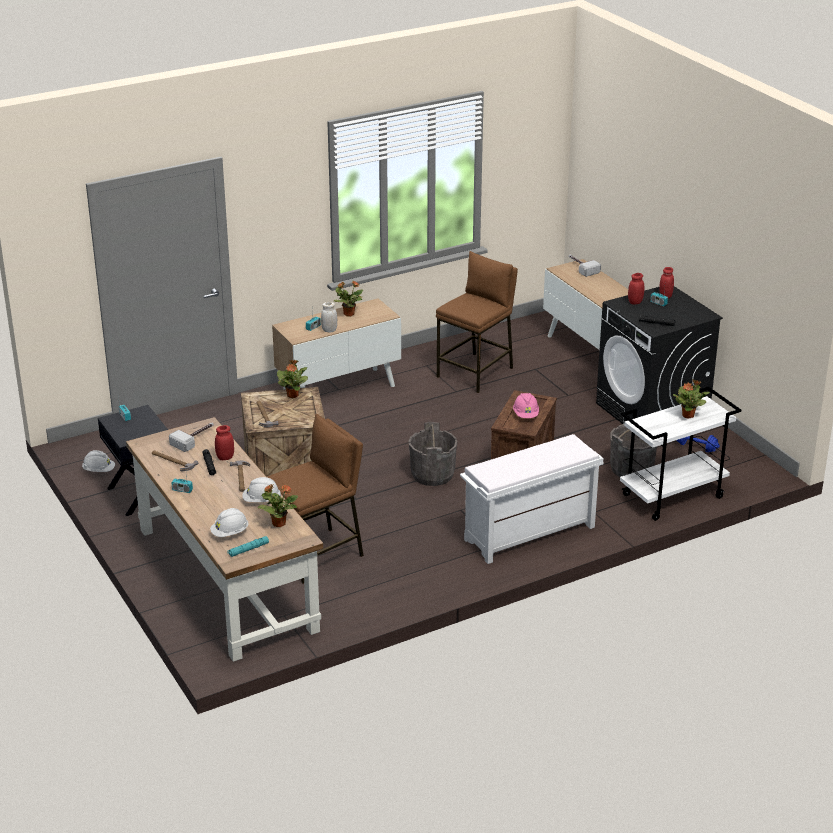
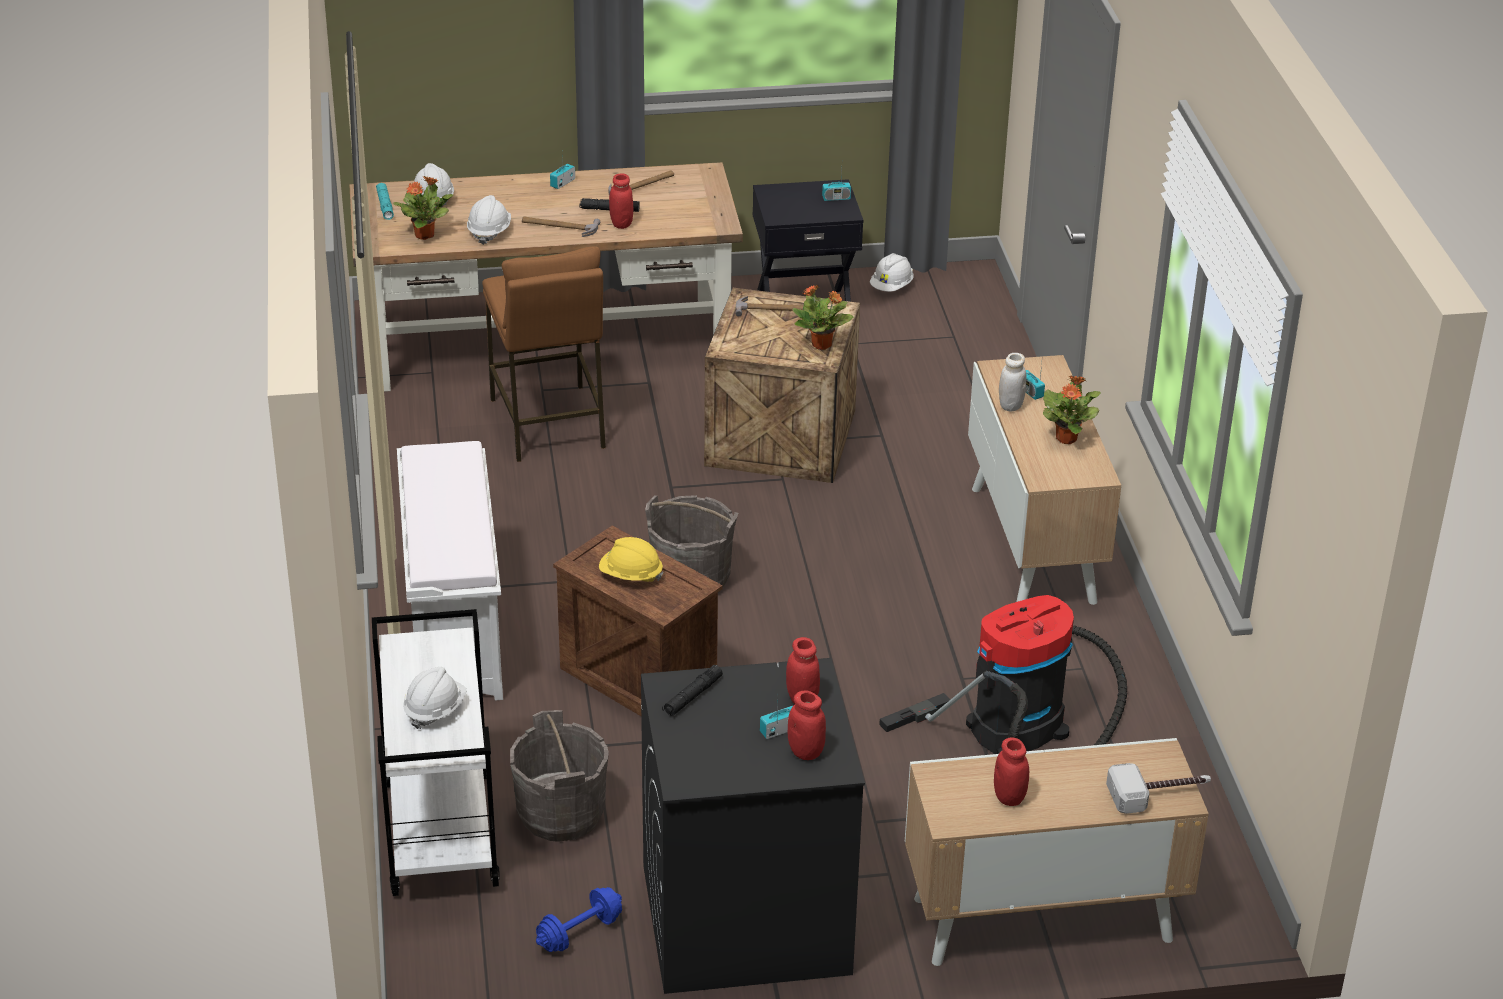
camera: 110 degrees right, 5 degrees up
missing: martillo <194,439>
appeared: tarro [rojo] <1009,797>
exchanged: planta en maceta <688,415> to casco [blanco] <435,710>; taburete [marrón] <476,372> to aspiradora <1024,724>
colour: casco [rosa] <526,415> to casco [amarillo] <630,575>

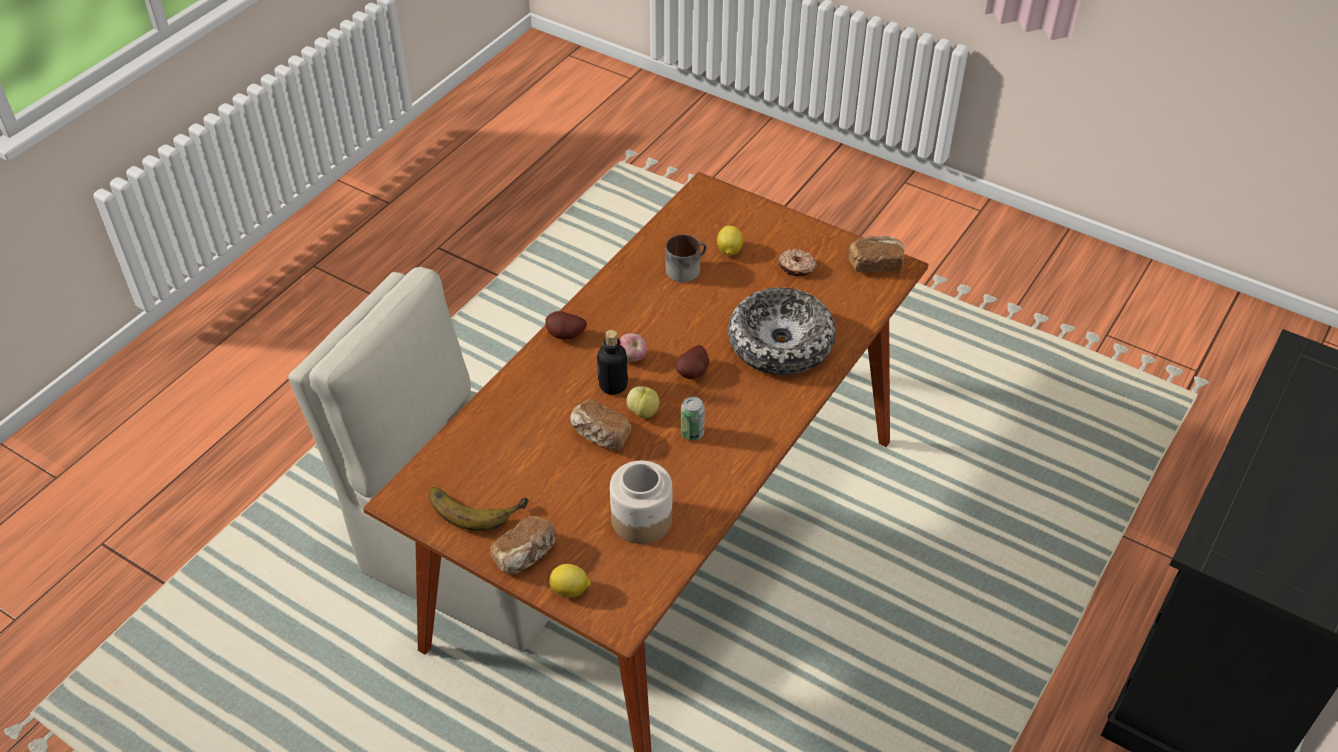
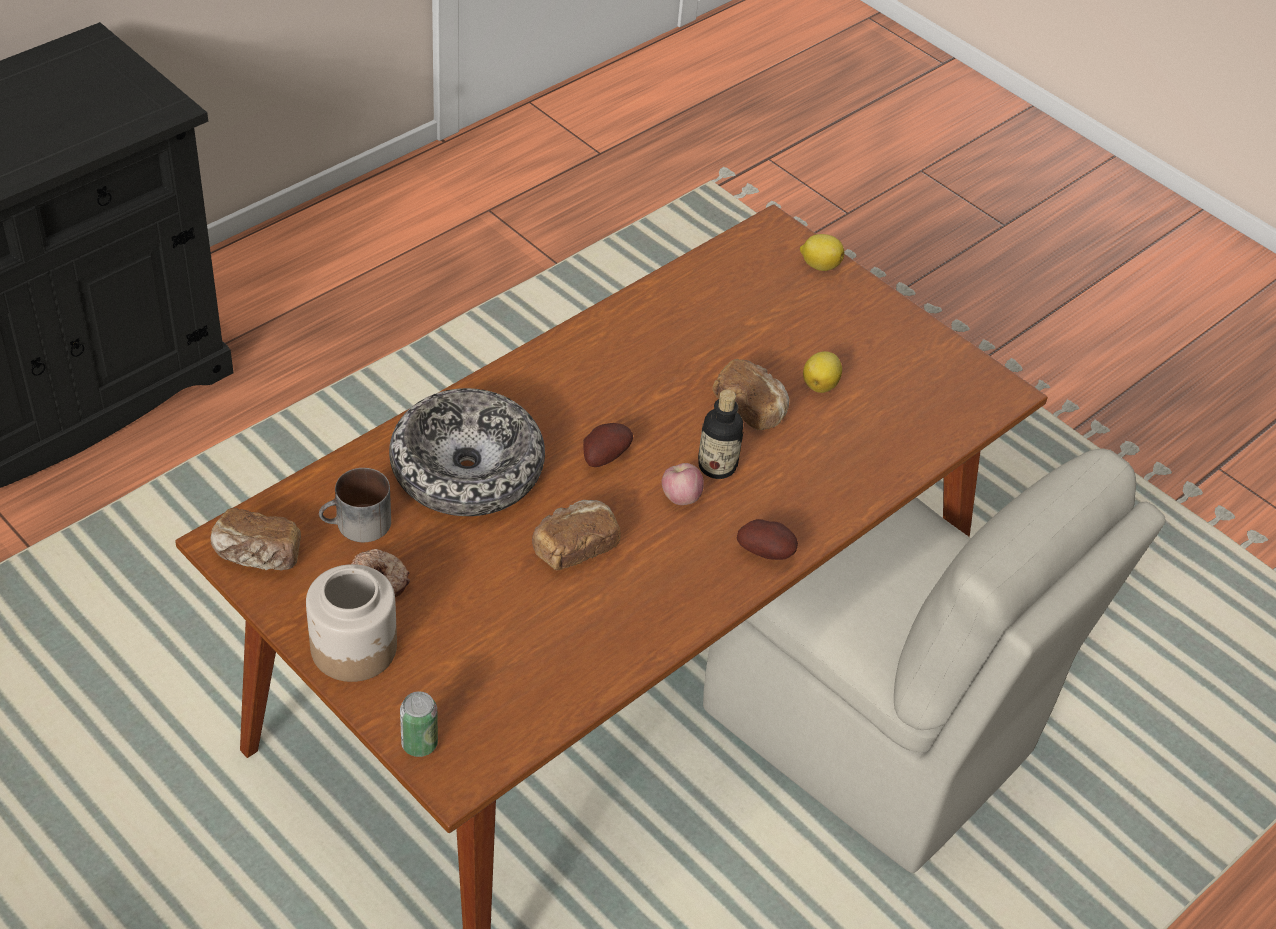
camera: 170 degrees left, 0 degrees up
missing: plátano <476,504>; manzana <643,411>
relocated: tarro <640,520> to <355,648>; taza grande <686,268> to <357,526>; lata <692,433> to <419,744>; pan <526,556> to <574,547>; limón <729,251> to <820,384>

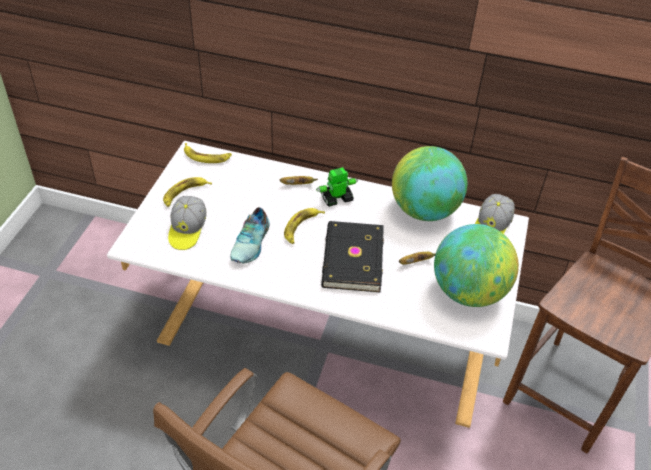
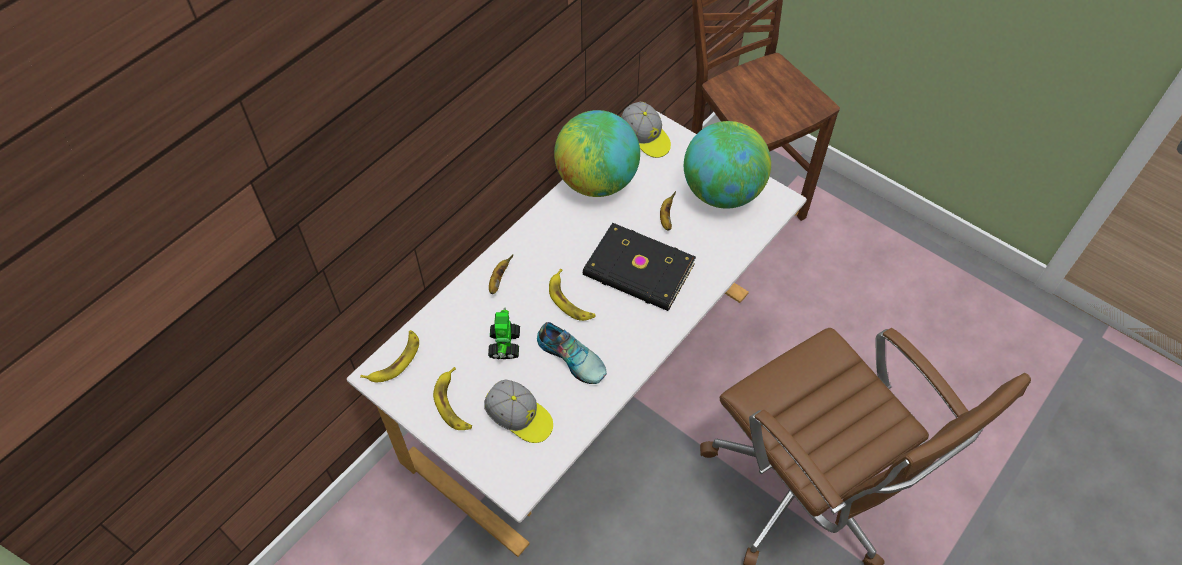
camera: 65 degrees left, 10 degrees up
relocated: robot de juguete <336,198> to <504,345>

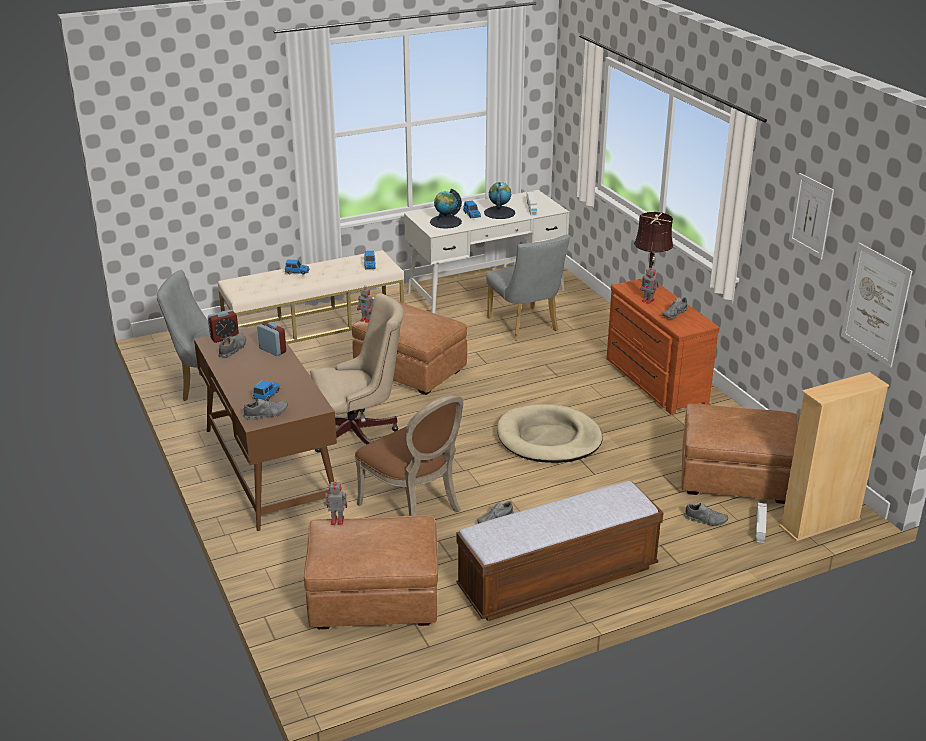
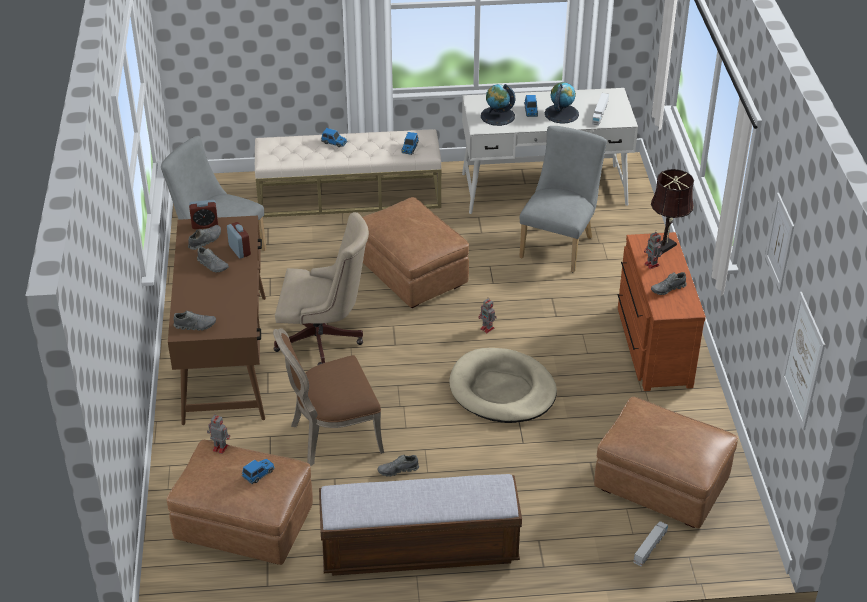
camera: 20 degrees right, 10 degrees up
missing: estantería [beis] <819,523>
relocated: zapato [gris] <705,520> to <213,265>; coche de juguete <267,395> to <259,474>; robot de juguete <367,319> to <487,329>
spun: silla [marrón] <414,508> = <331,436> 90 degrees clockwise; silla [gris] <526,326> = <559,244> 150 degrees counterclockwise

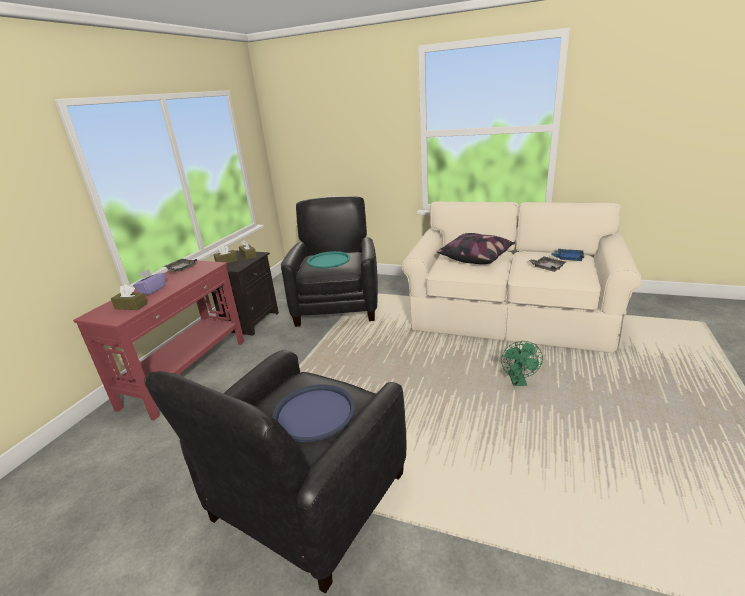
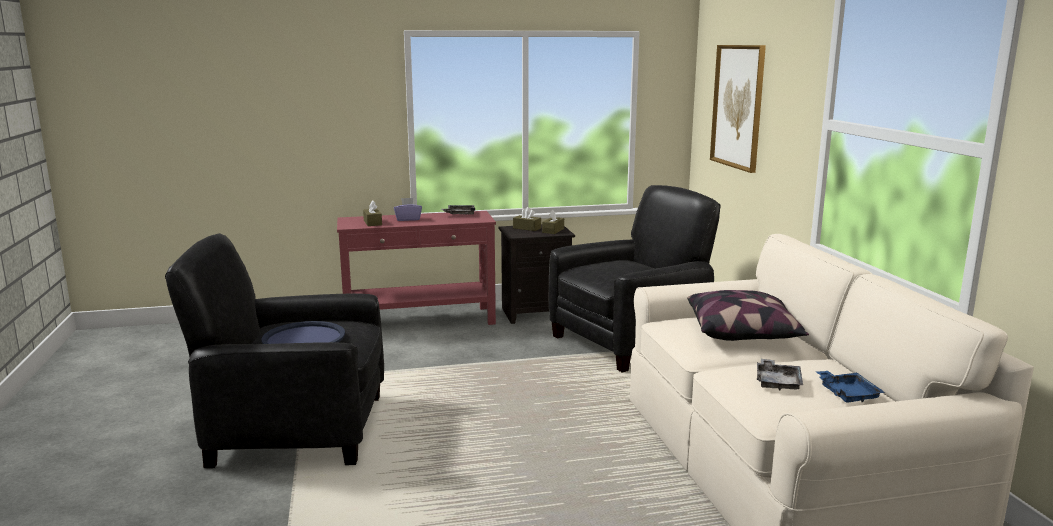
camera: 55 degrees right, 10 degrees down
missing: bandeja [turquesa] <328,260>; ventilador [verde] <518,382>
appeared: cuadro <738,106>

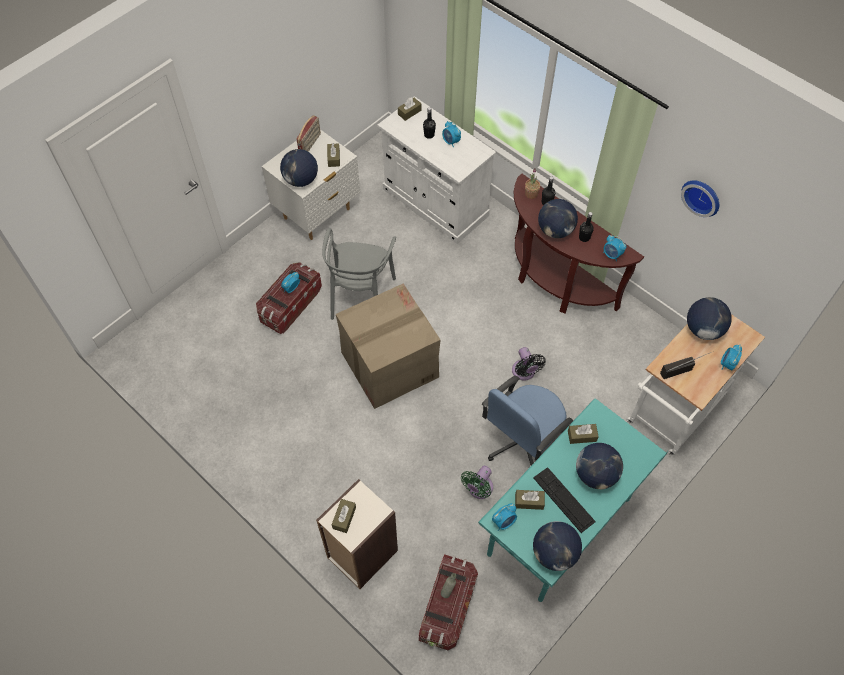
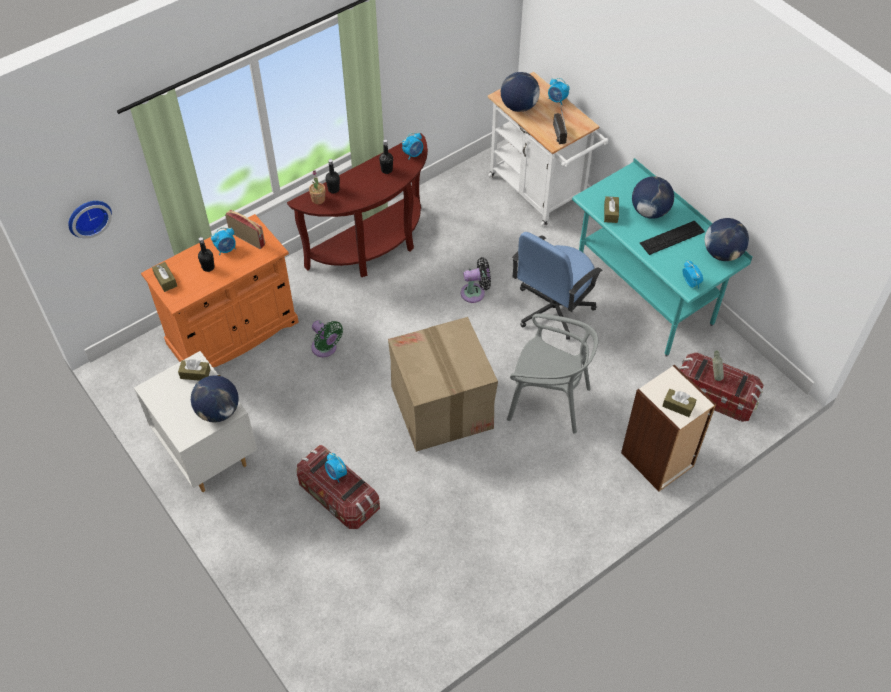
camera: 80 degrees left, 5 degrees down
missing: caja de pañuelos [marrón] <529,502>; globo terráqueo <555,230>
relocated: reloj de pared <702,196> to <88,216>; radio <310,144> to <247,238>; ventilador [verde] <478,489> to <325,349>; silla [gris] <360,296> to <548,401>
colour: armario [blanco] <435,202> to armario [naranja] <233,333>
spun: silla de oficina [azul] <522,442> = <552,309> 75 degrees clockwise

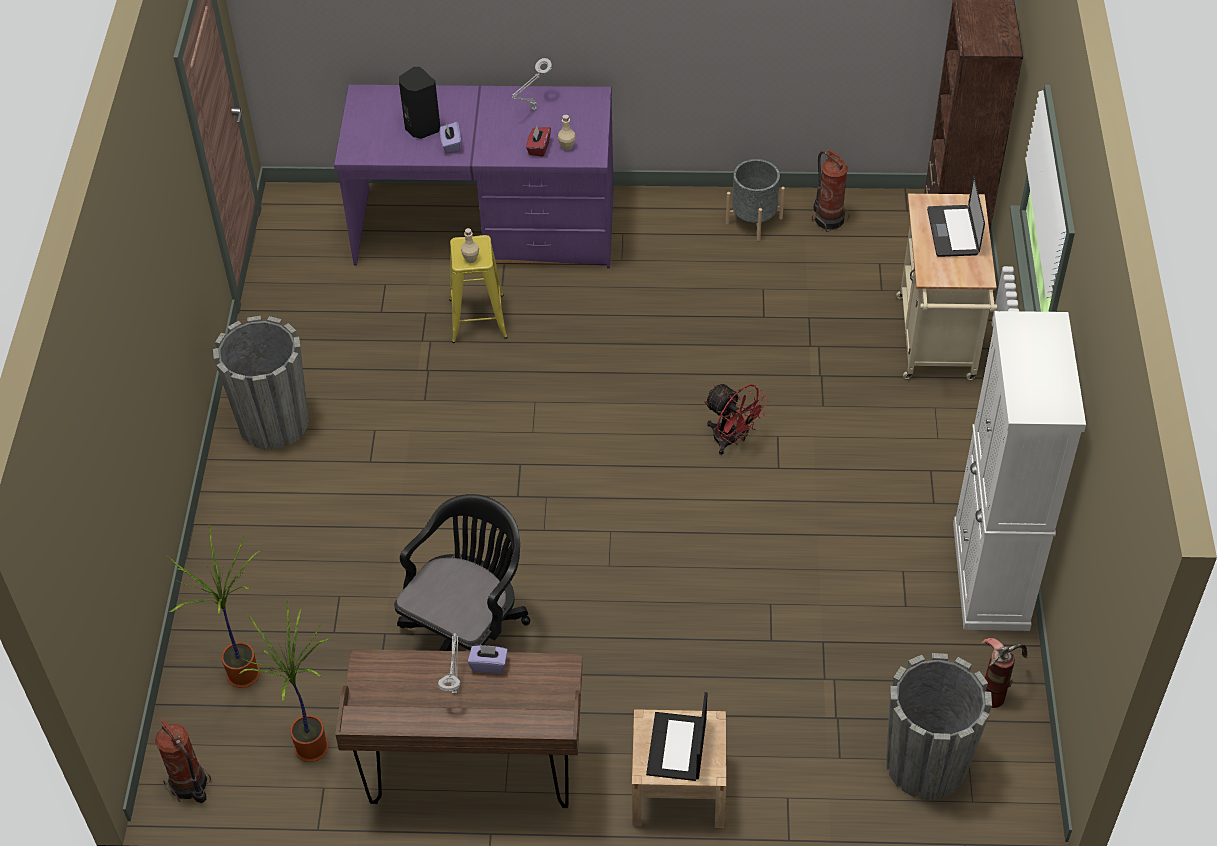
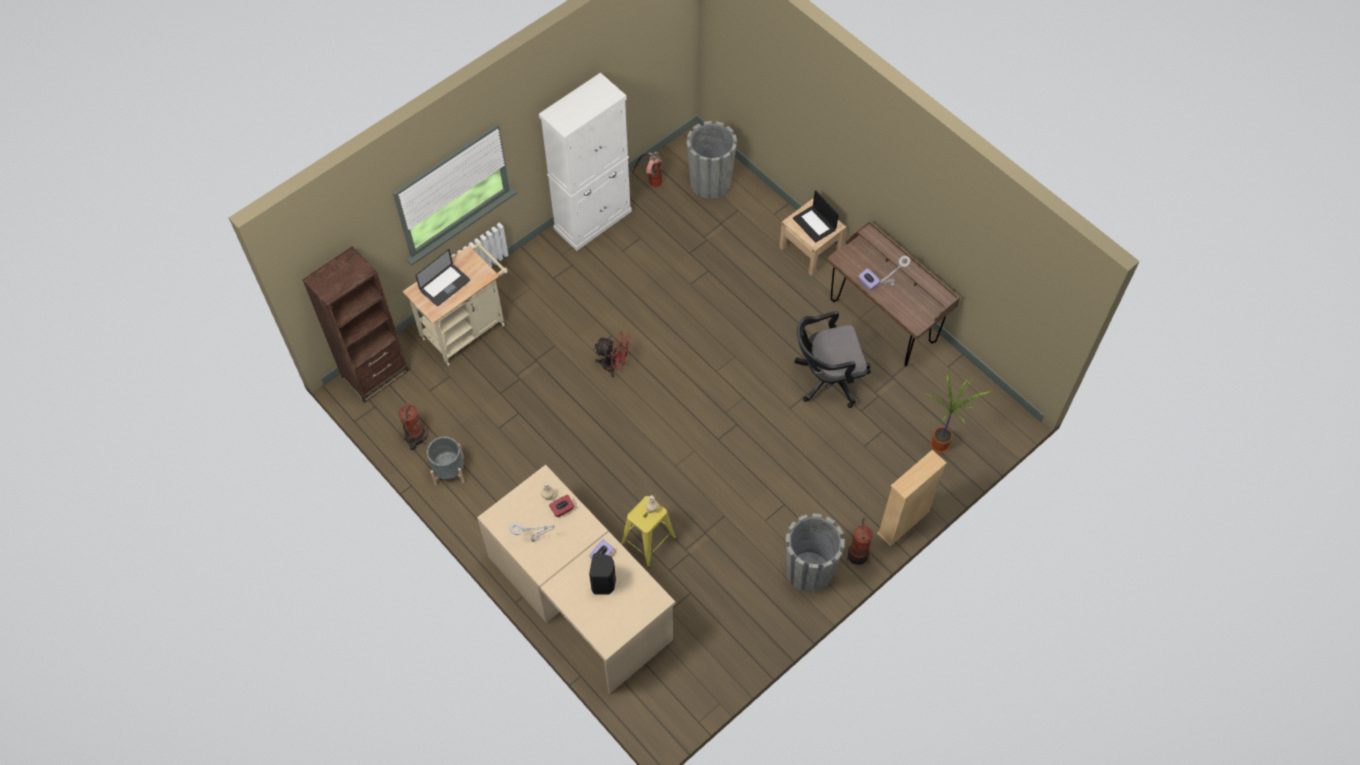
camera: 135 degrees left, 10 degrees up
missing: planta en maceta <310,751>
appeared: estantería [beis] <903,522>
relocated: extintor <189,785> to <858,554>
colour: escritorio [morado] <485,229> to escritorio [beis] <581,598>
spun: ventilador [rojo] <731,440> = <614,365> 105 degrees clockwise; portátil <677,748> = <815,224> 90 degrees clockwise

